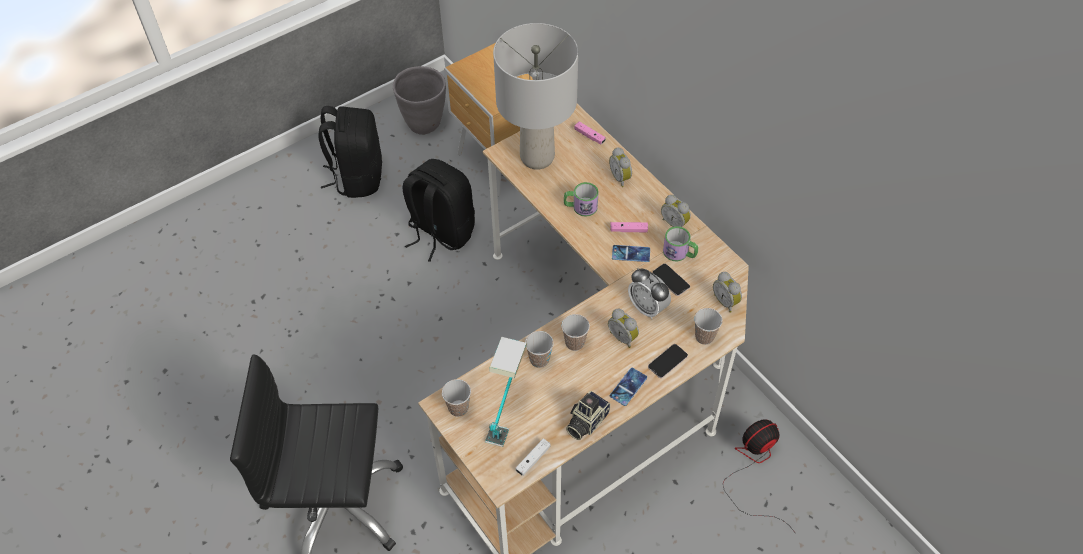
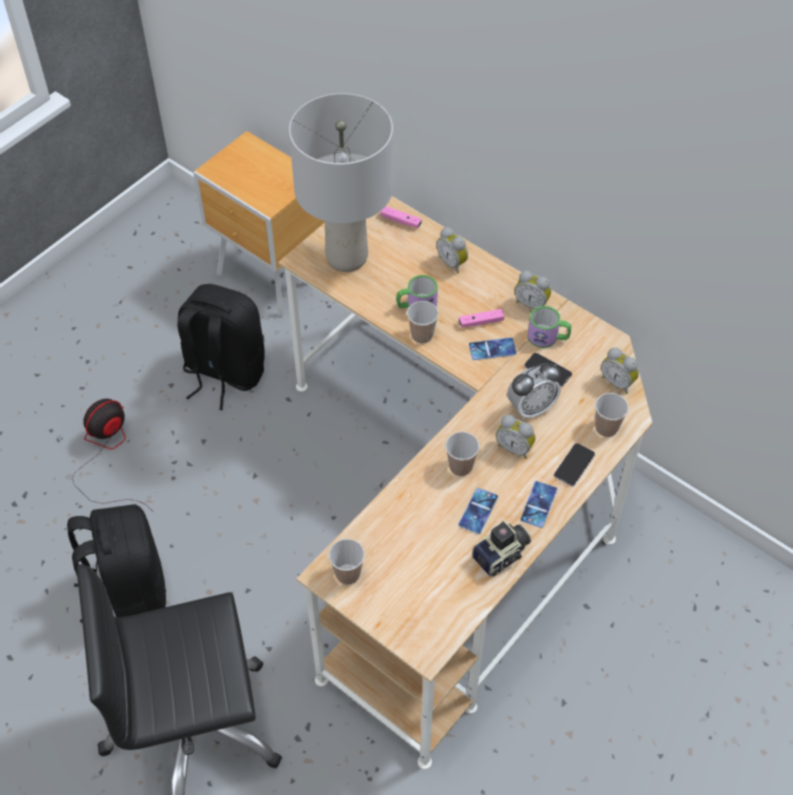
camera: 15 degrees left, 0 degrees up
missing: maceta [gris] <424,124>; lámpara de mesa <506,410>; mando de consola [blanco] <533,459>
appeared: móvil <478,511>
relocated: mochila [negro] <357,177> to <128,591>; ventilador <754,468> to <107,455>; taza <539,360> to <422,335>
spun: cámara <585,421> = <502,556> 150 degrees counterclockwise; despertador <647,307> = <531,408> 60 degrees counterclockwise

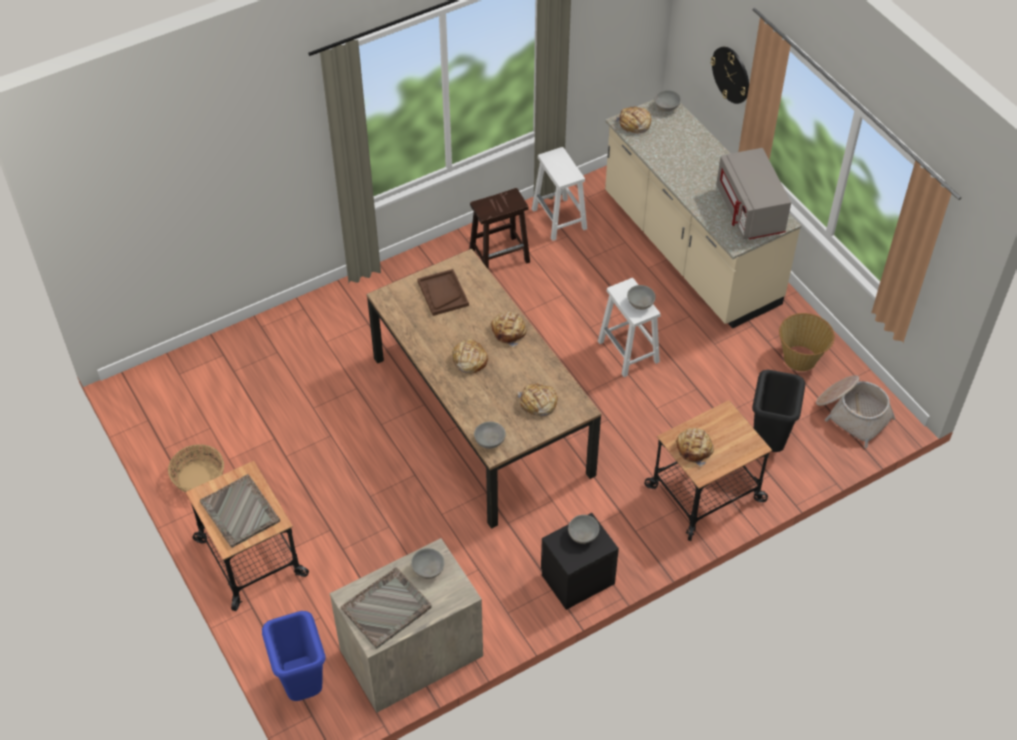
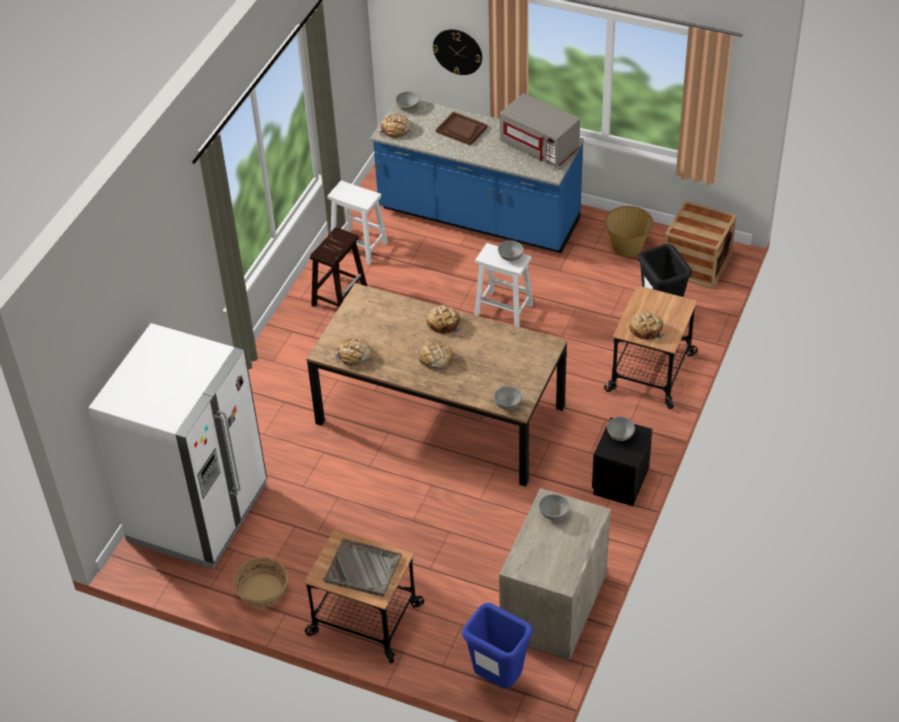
camera: 35 degrees left, 5 degrees down
missing: bandeja [gris] <387,608>
appeared: nevera [blanco] <198,513>
relocated: pan <538,403> to <354,356>; bandeja [marrón] <442,293> to <461,130>
exchanged: cesta <852,414> to caja de embalaje <696,264>
colour: mueble bajo de cocina [beis] <689,250> to mueble bajo de cocina [azul] <478,217>

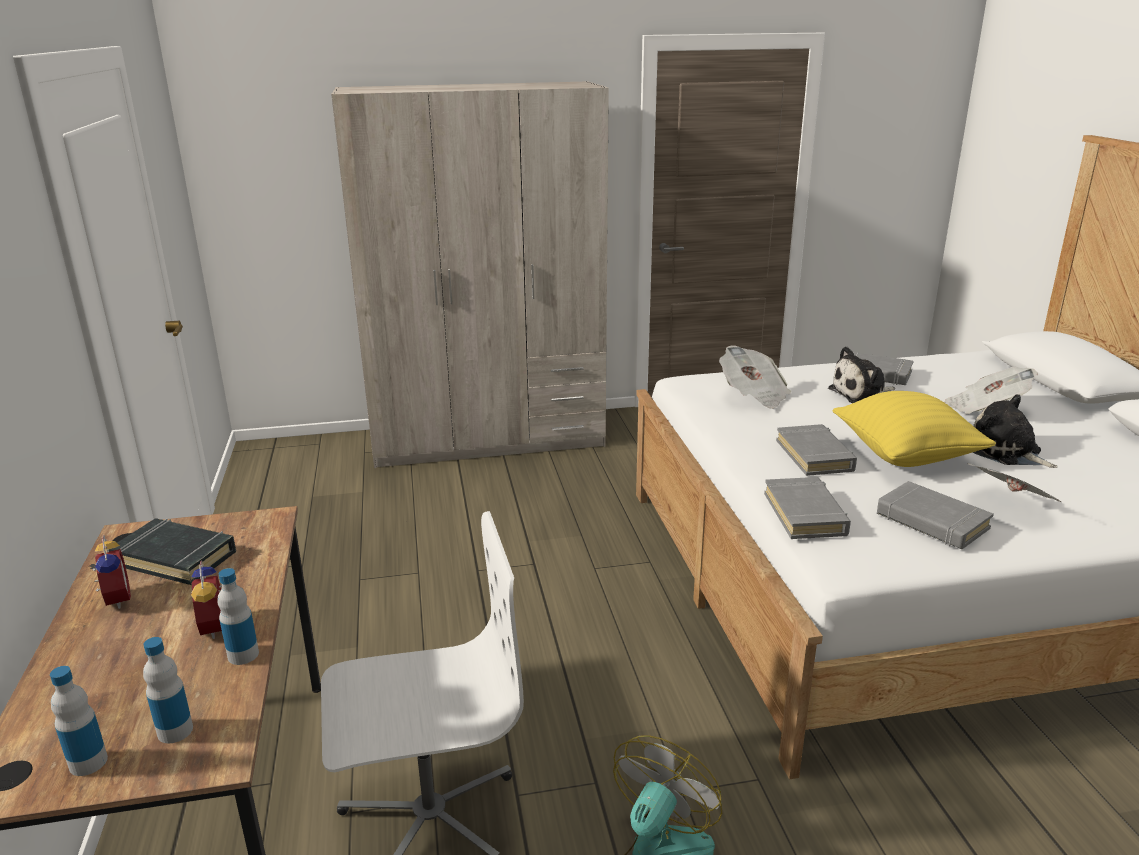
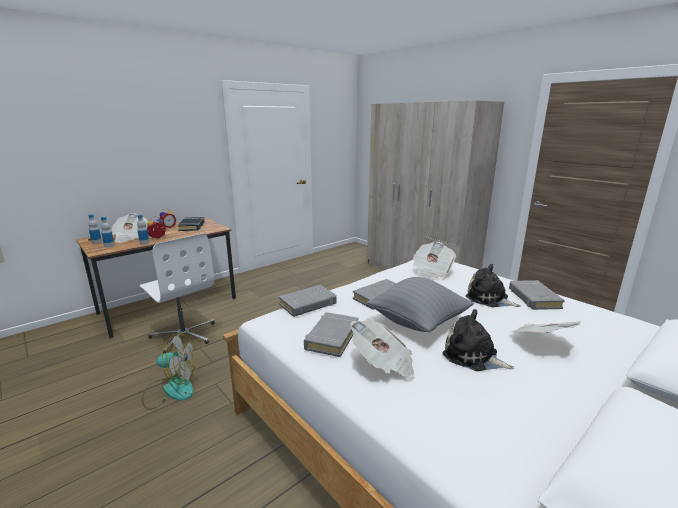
camera: 60 degrees right, 5 degrees down
appeared: periódico <130,237>
colour: cojín [amarillo] <905,455> to cojín [gris] <418,322>
spun: peluche <1006,452> = <473,356> 75 degrees counterclockwise

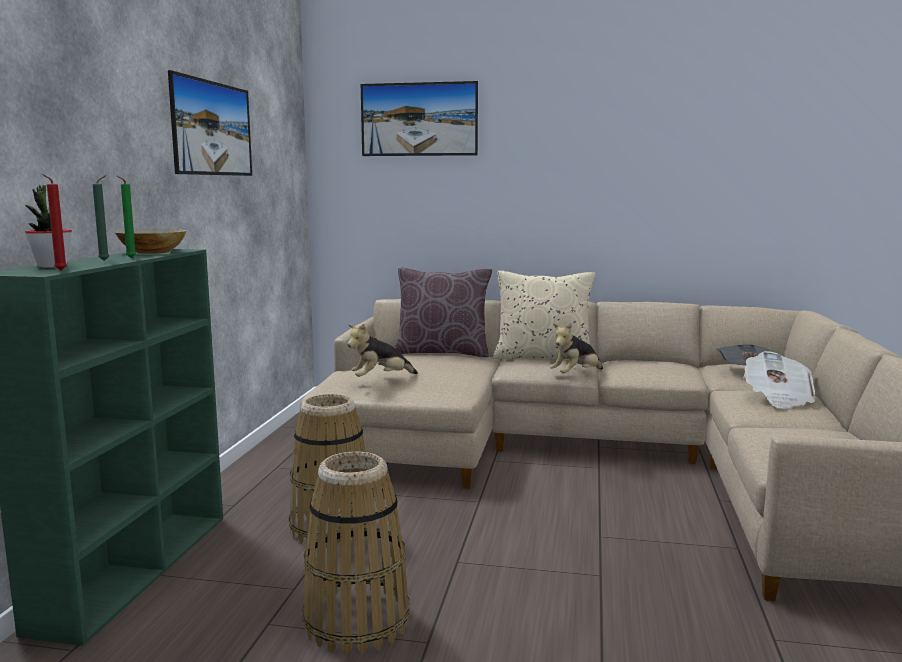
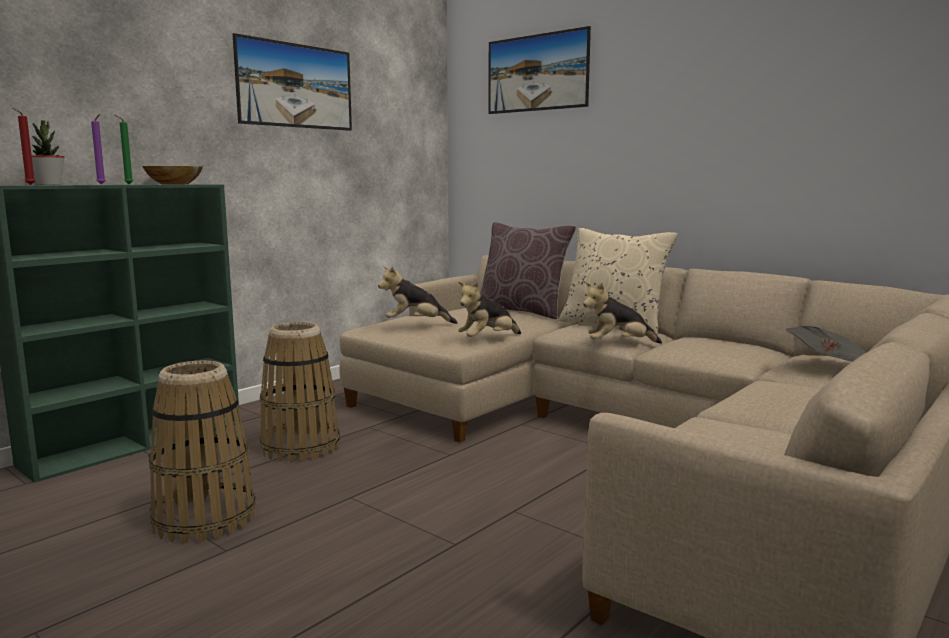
camera: 30 degrees right, 0 degrees up
missing: periódico <777,398>
appeared: peluche <488,340>
colour: vela [verde] <106,261> to vela [morado] <102,184>

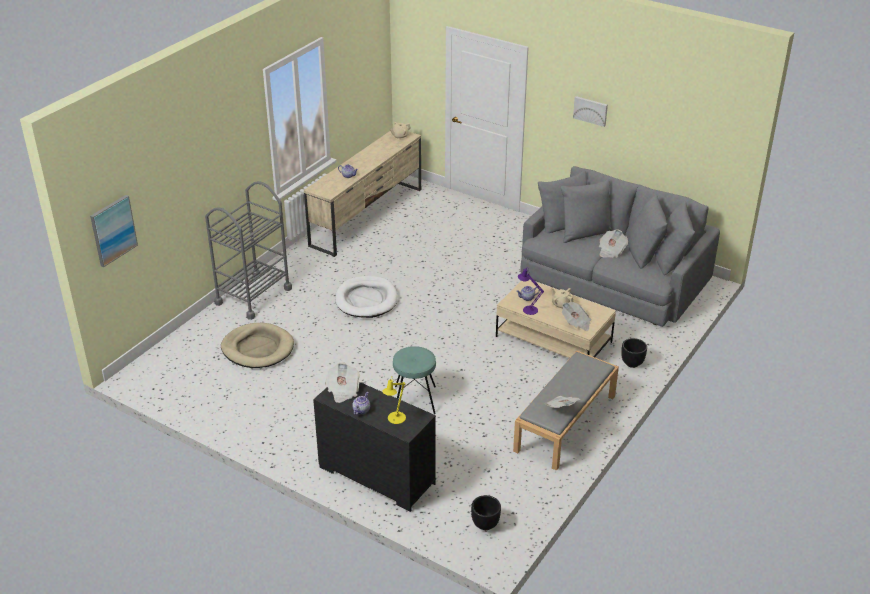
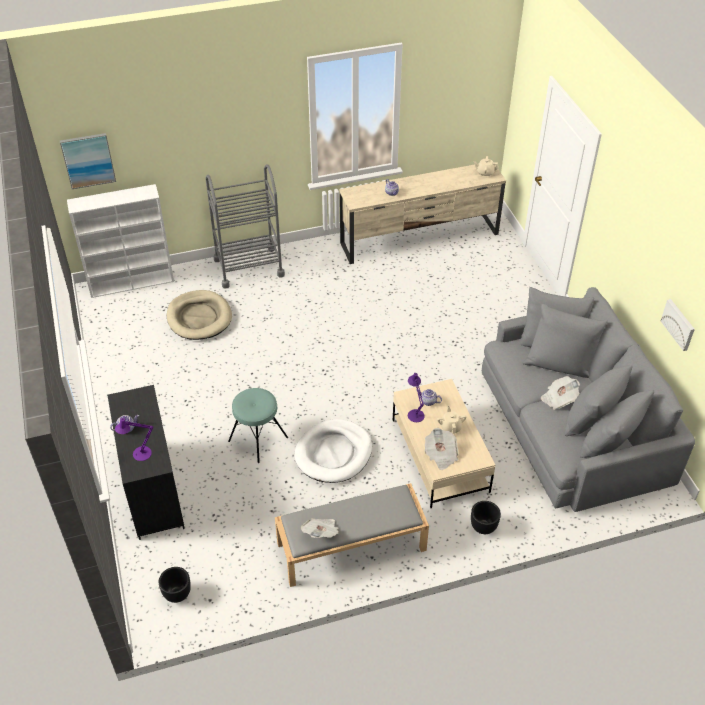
camera: 40 degrees right, 10 degrees up
missing: periódico <343,390>
appeared: estantería [blanco] <132,282>
relocated: cama para perro [blanco] <366,300> to <334,453>; cuadro <590,110> to <679,324>
colour: lámpara de mesa [amarillo] <395,419> to lámpara de mesa [morado] <139,454>

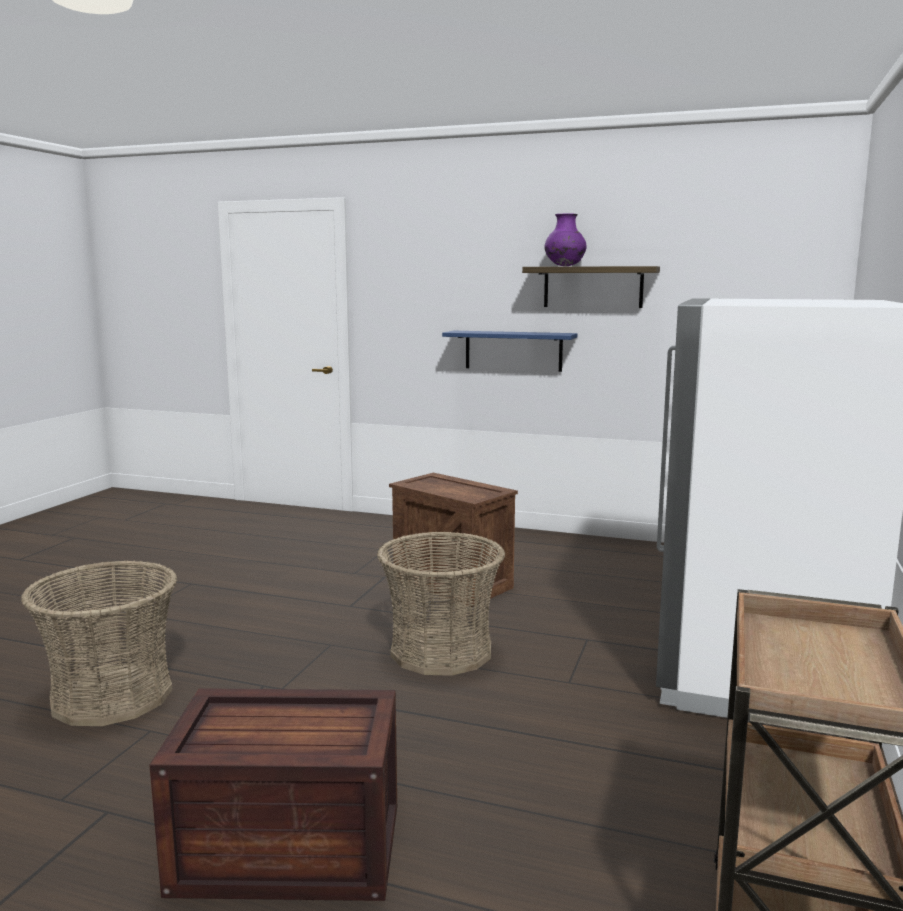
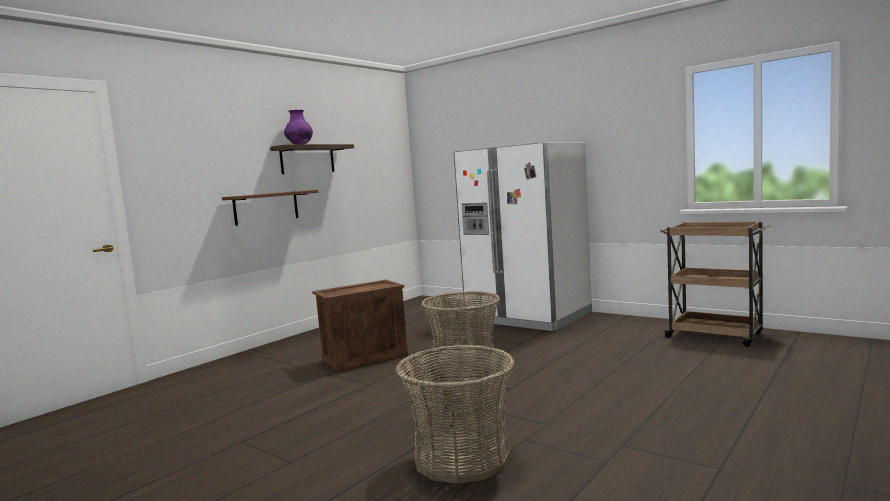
camera: 70 degrees left, 5 degrees down
missing: caja de embalaje <285,848>
colour: estante [azul] <513,350> to estante [marrón] <266,207>

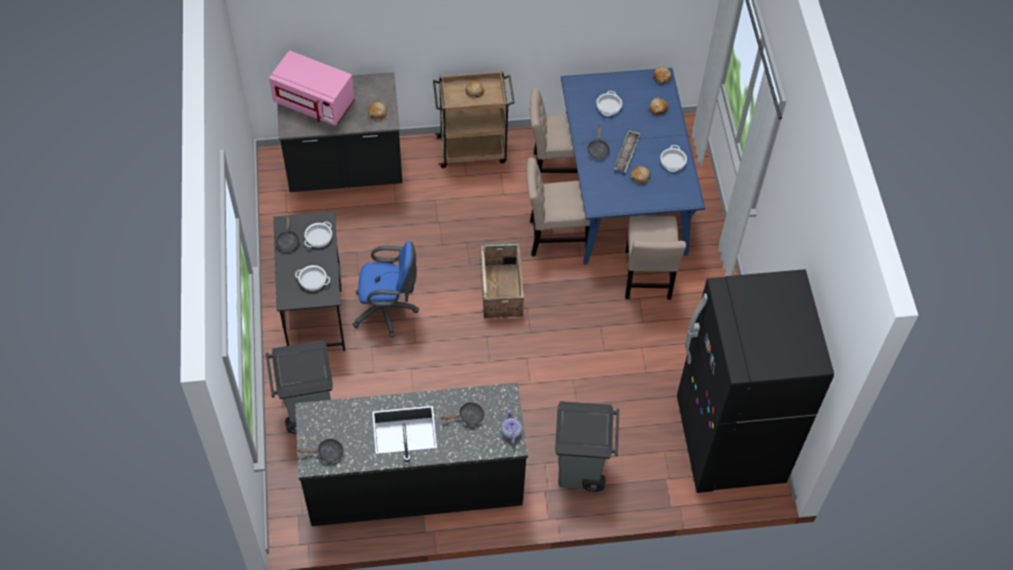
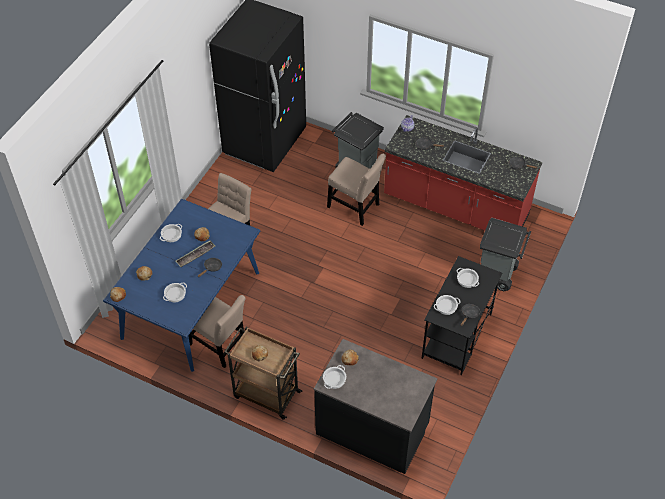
camera: 145 degrees left, 5 degrees down
missing: microondas [rosa] <315,102>; silla de oficina [azul] <388,310>; caja de embalaje <501,289>
appeared: olla <334,379>
relocated: silla [beis] <555,237> to <355,207>
colour: mueble bajo de cocina [negro] <414,481> to mueble bajo de cocina [rojo] <455,207>

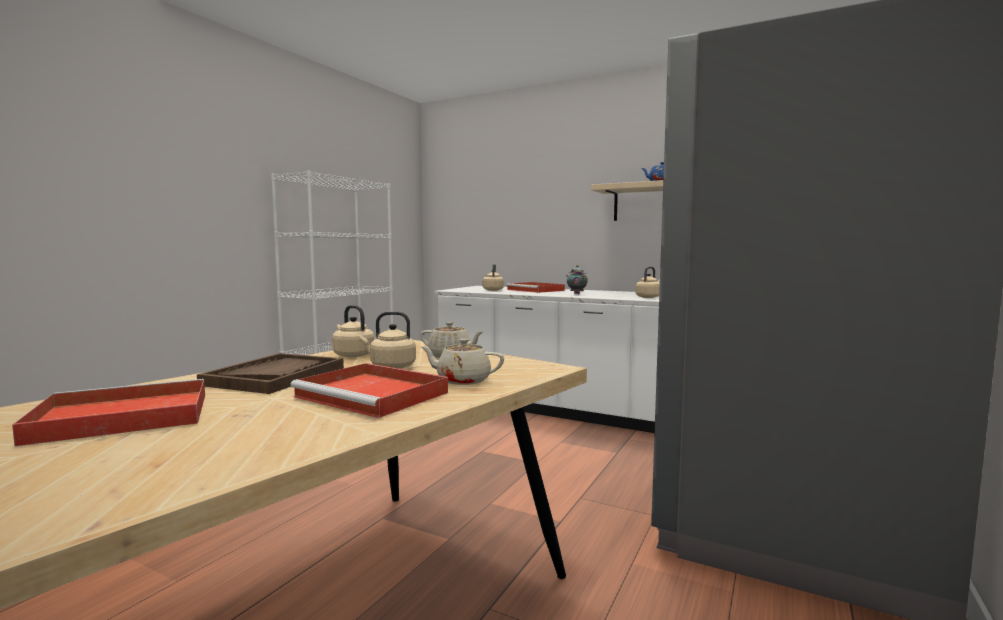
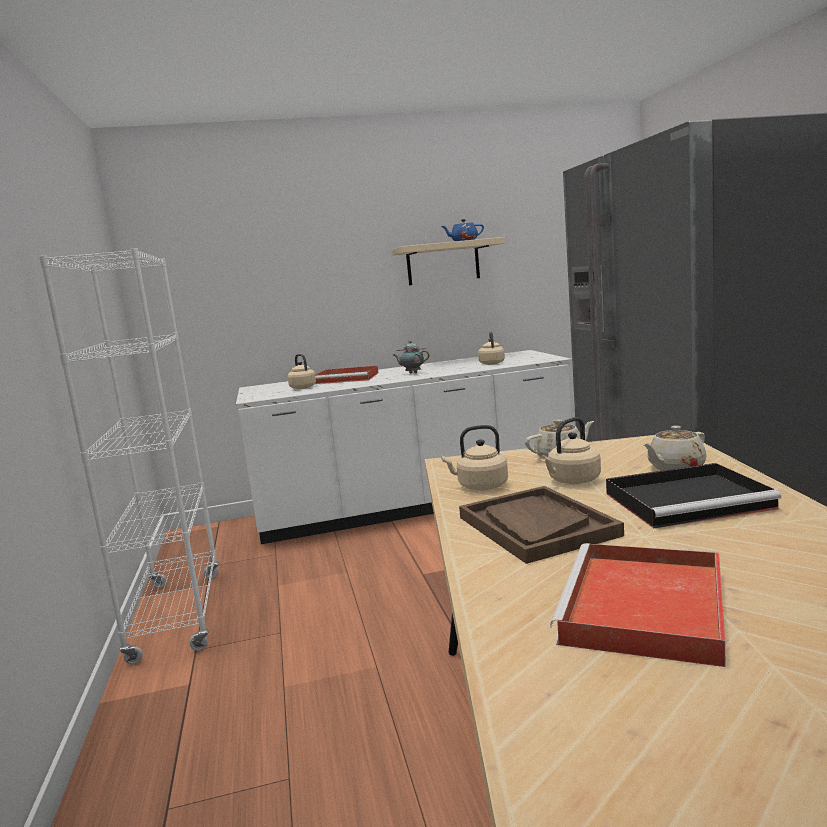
camera: 40 degrees left, 5 degrees up
colour: bandeja [rojo] <374,395> to bandeja [negro] <689,500>

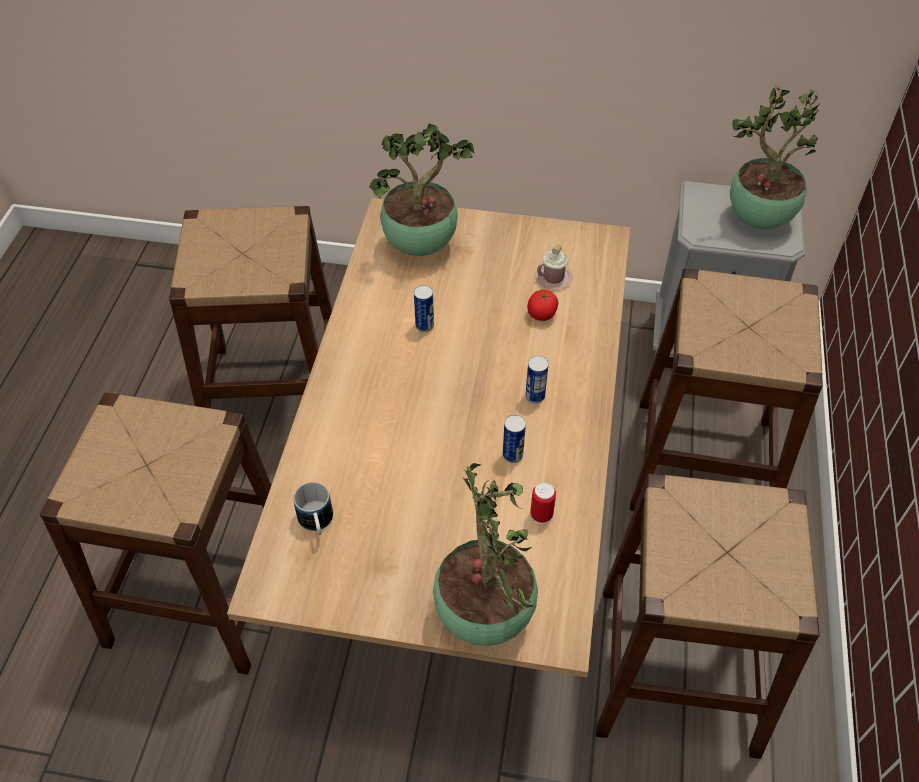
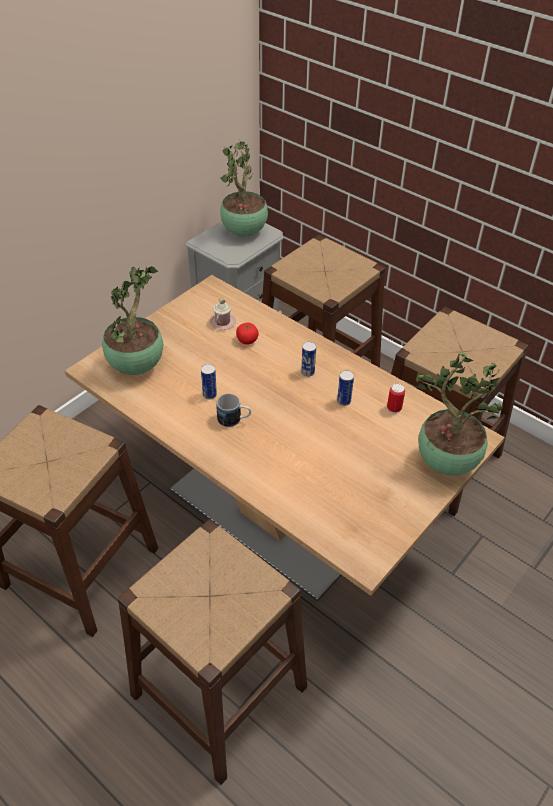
camera: 60 degrees left, 5 degrees down
relocated: taza grande <317,523> to <234,419>

